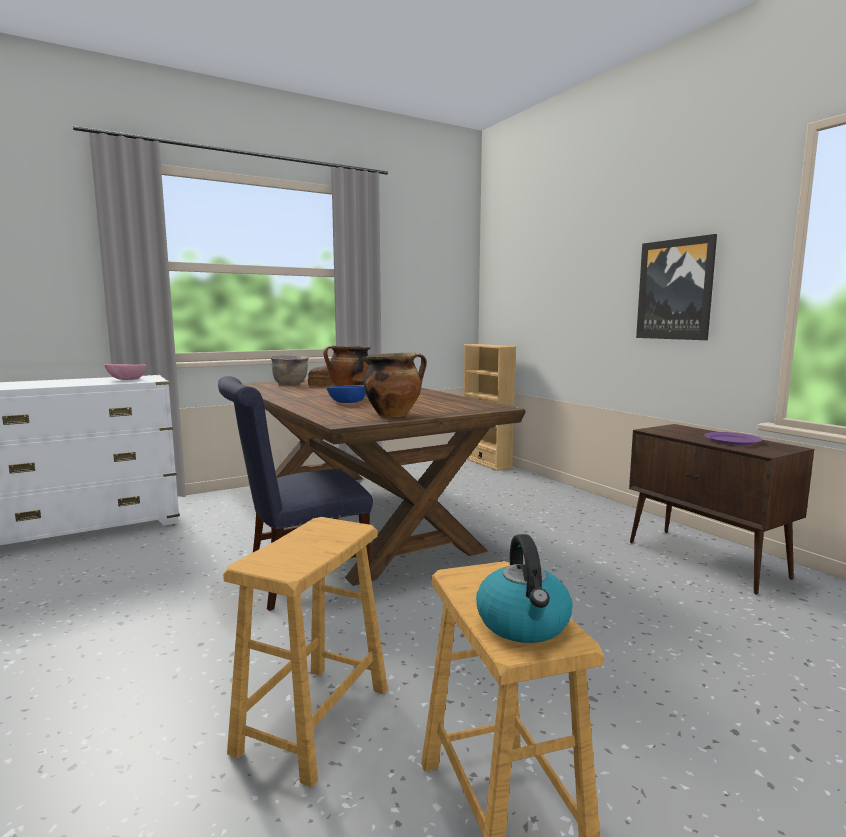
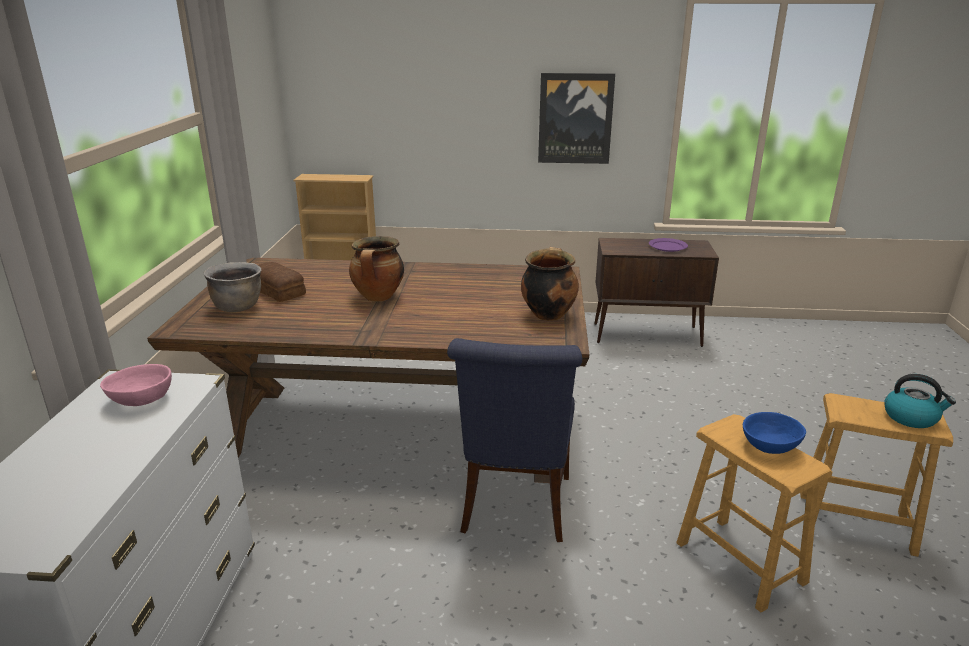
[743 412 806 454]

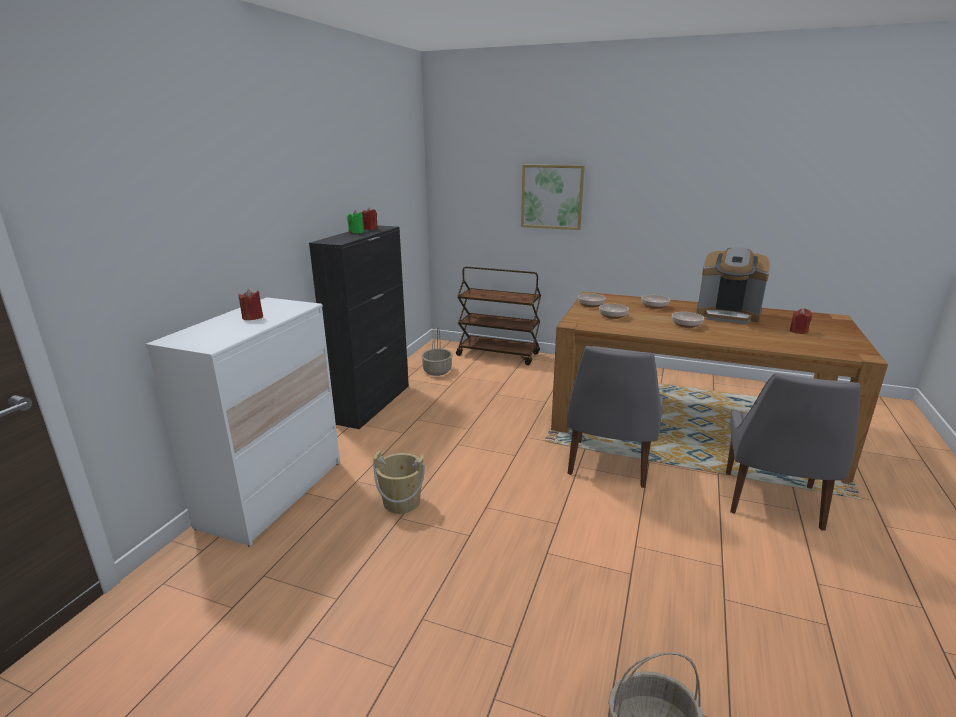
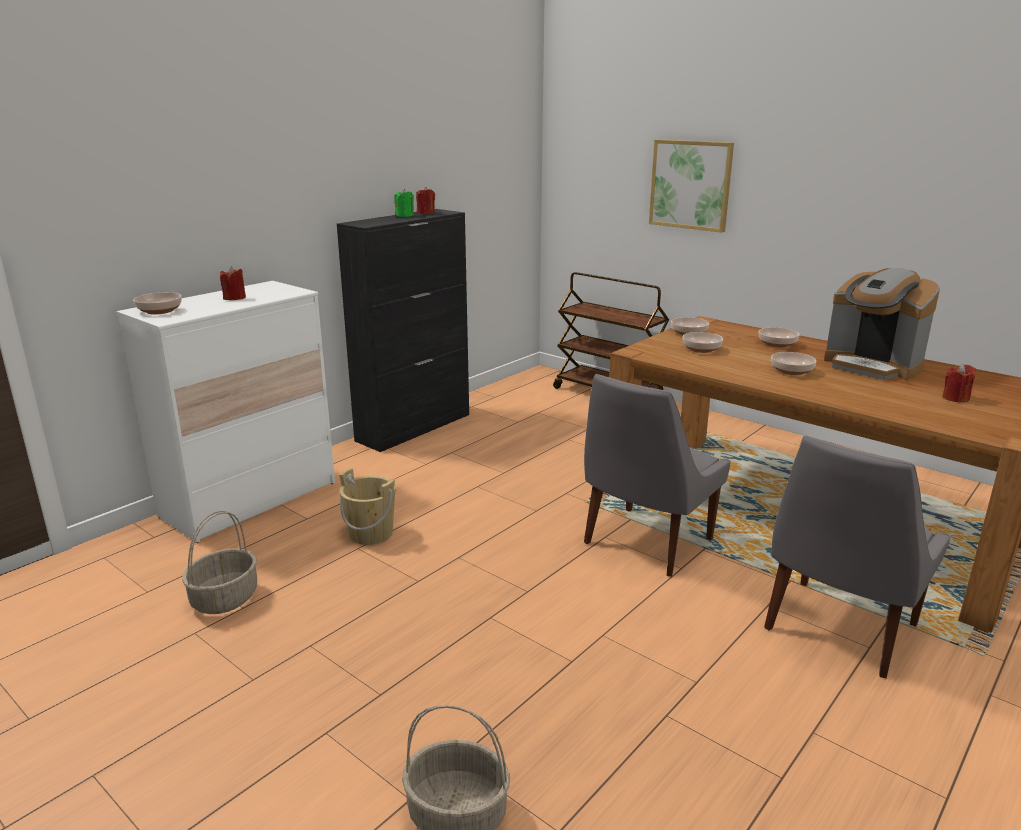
[182 511 257 614]
[133 292 182 314]

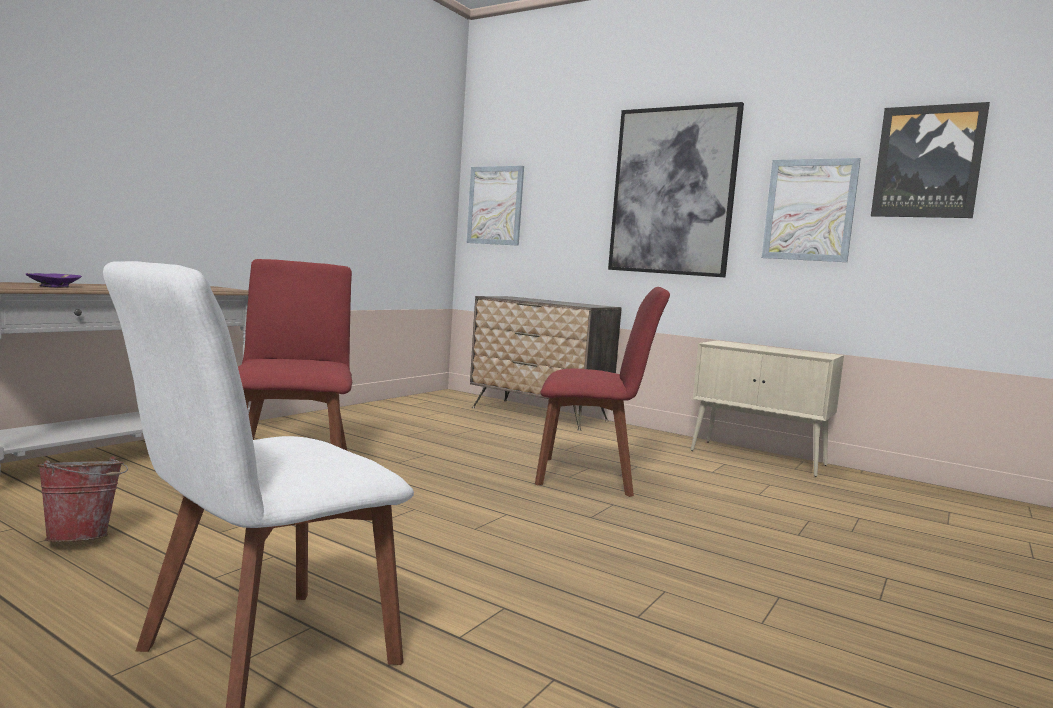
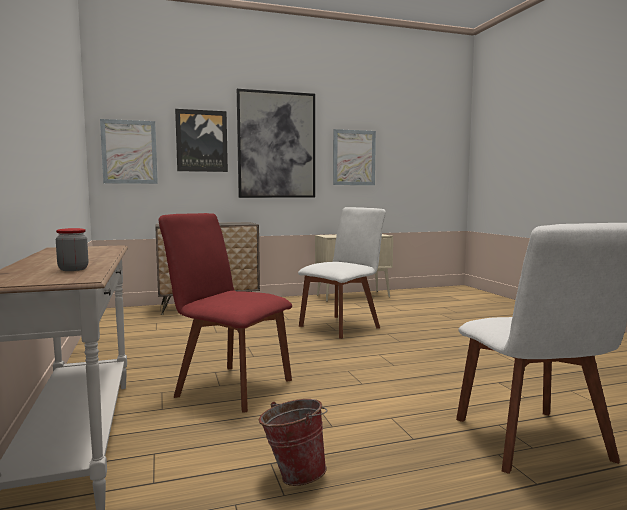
[56 228 88 271]
[298 207 386 339]
[175 109 228 172]

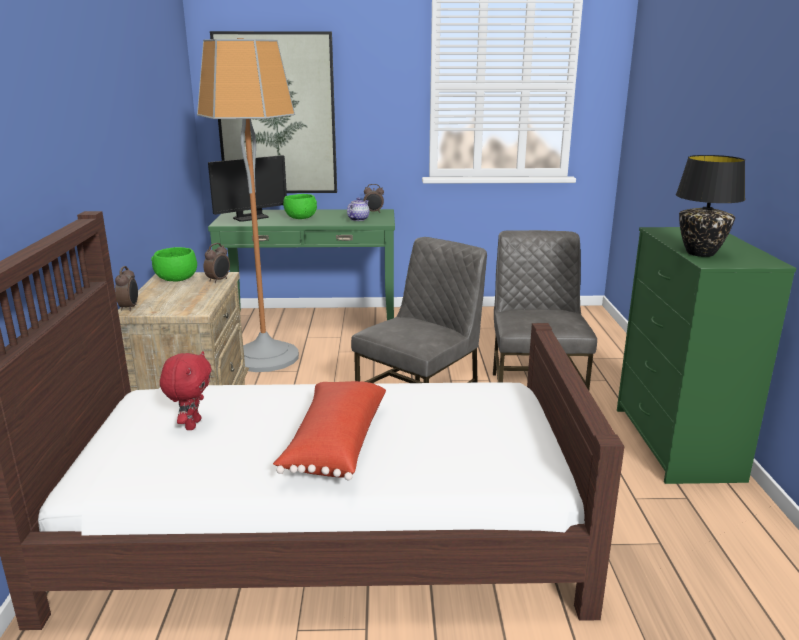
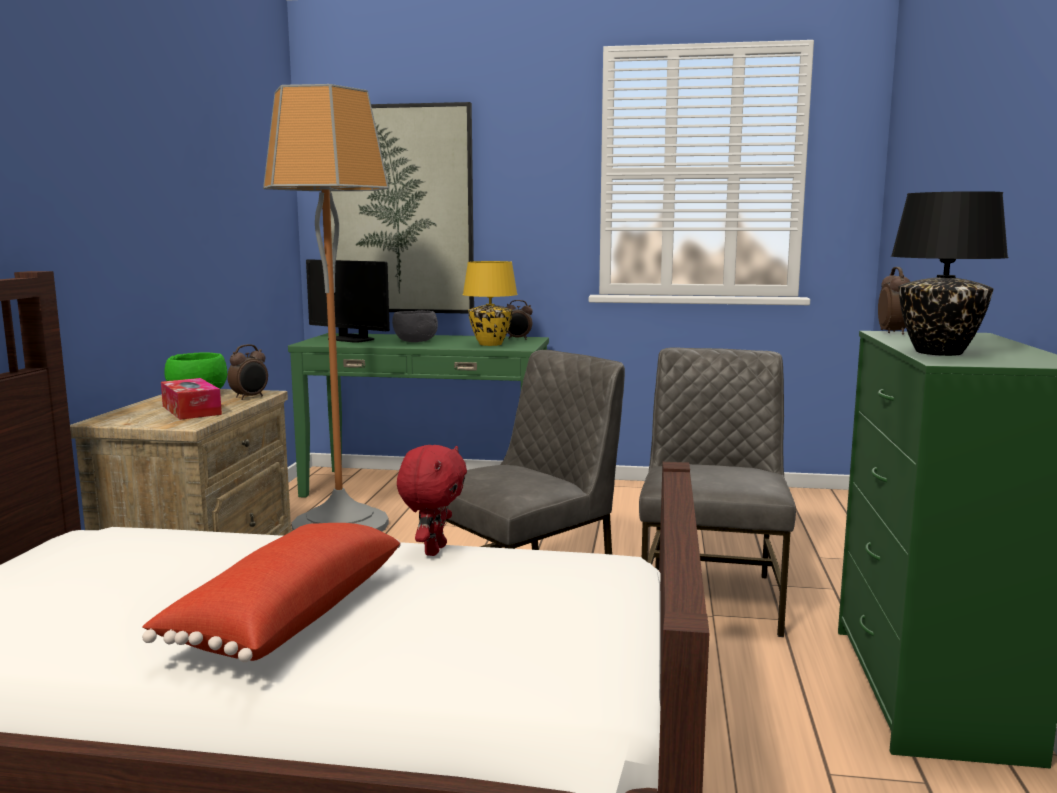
[878 267 910 335]
[397 445 467 556]
[306 259 390 343]
[392 310 438 342]
[463 261 518 346]
[161 378 222 420]

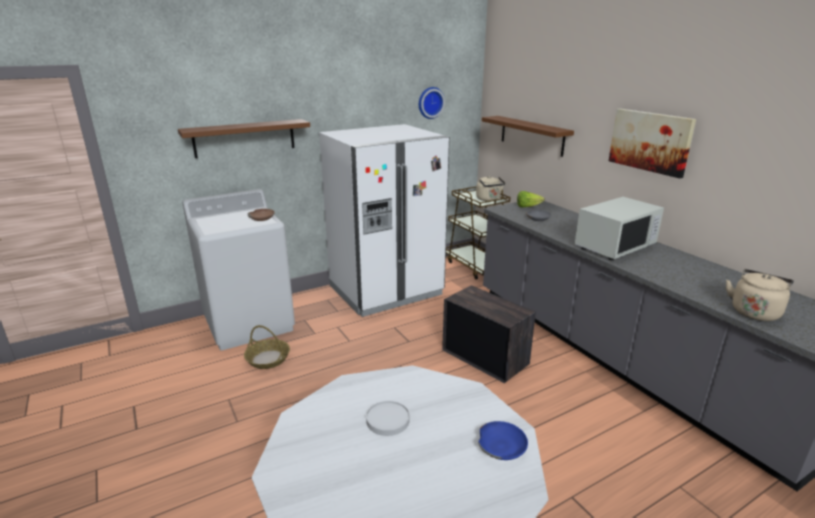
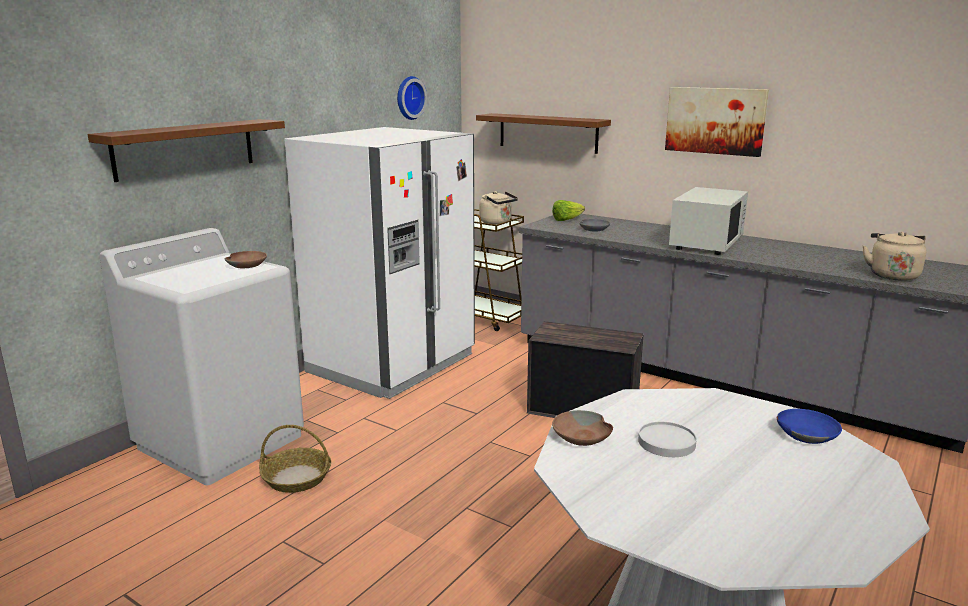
[552 410 613 446]

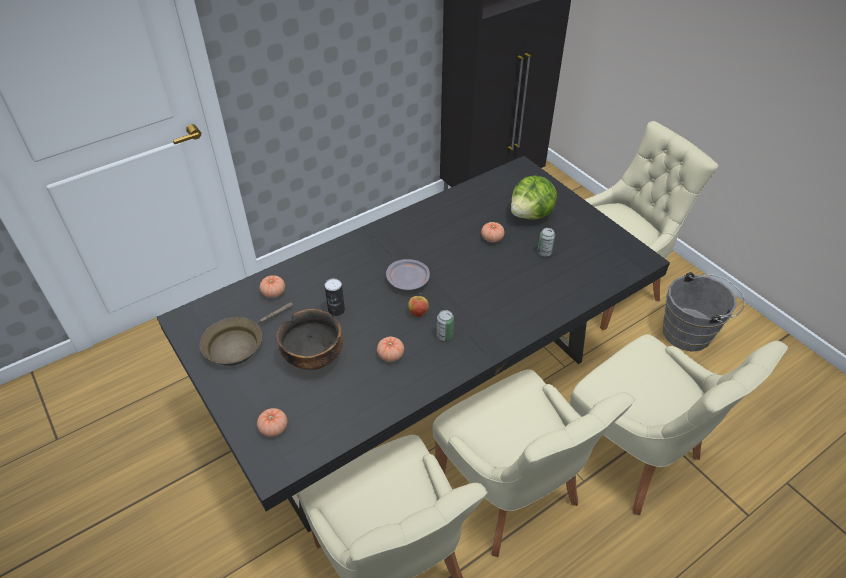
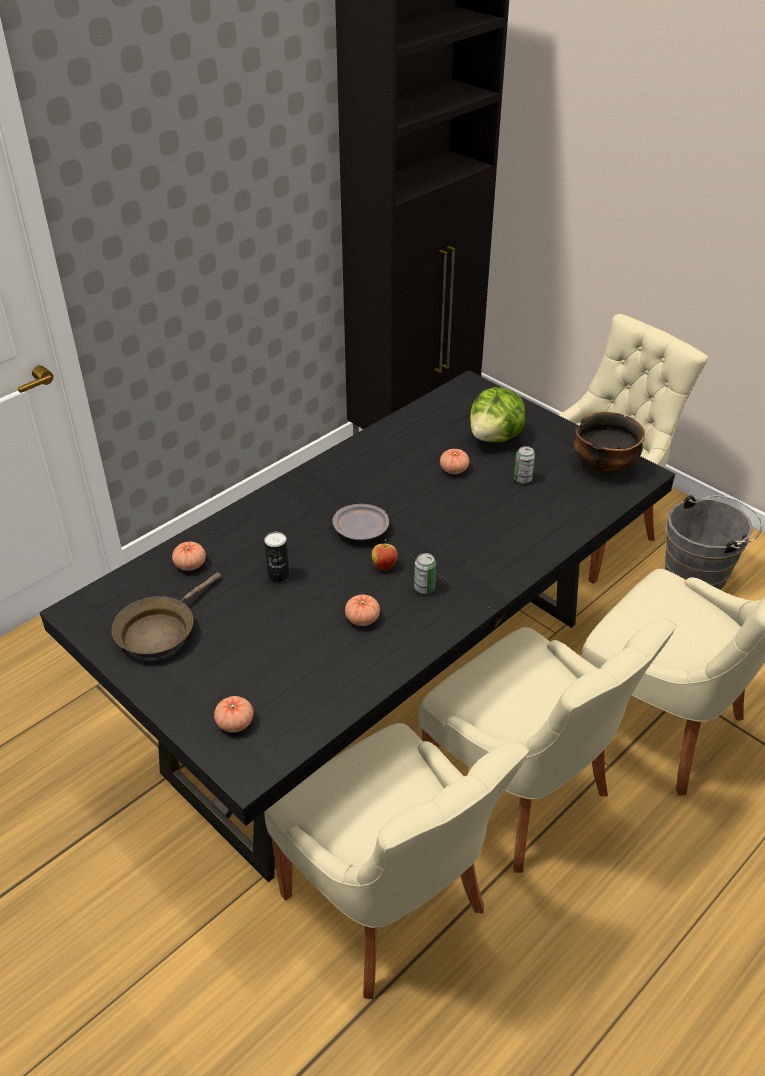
[573 412 645 474]

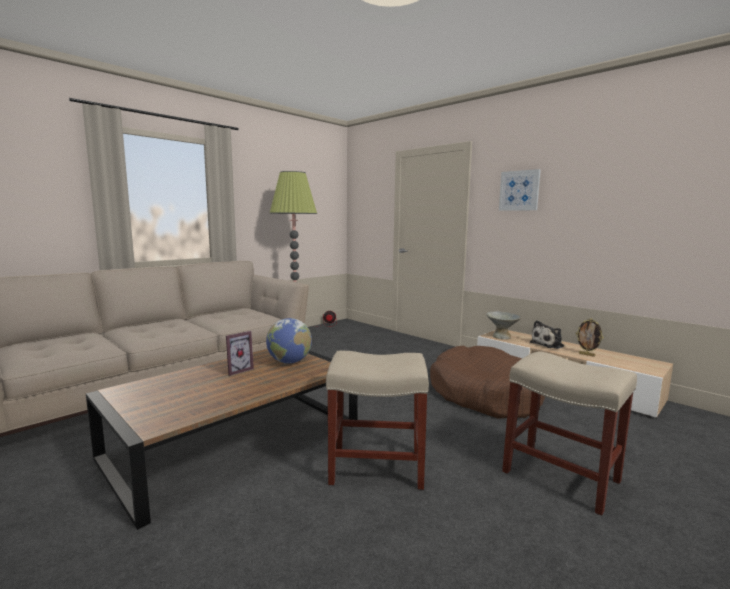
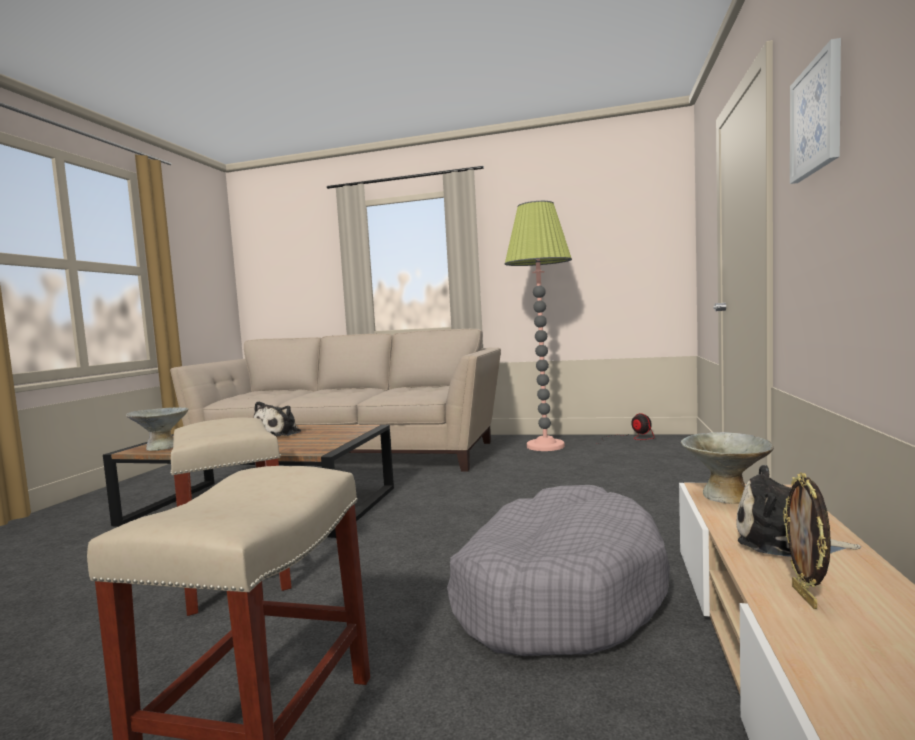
[254 401 301 436]
[266 318 312 364] (first image)
[447 485 670 656]
[126 407 189 451]

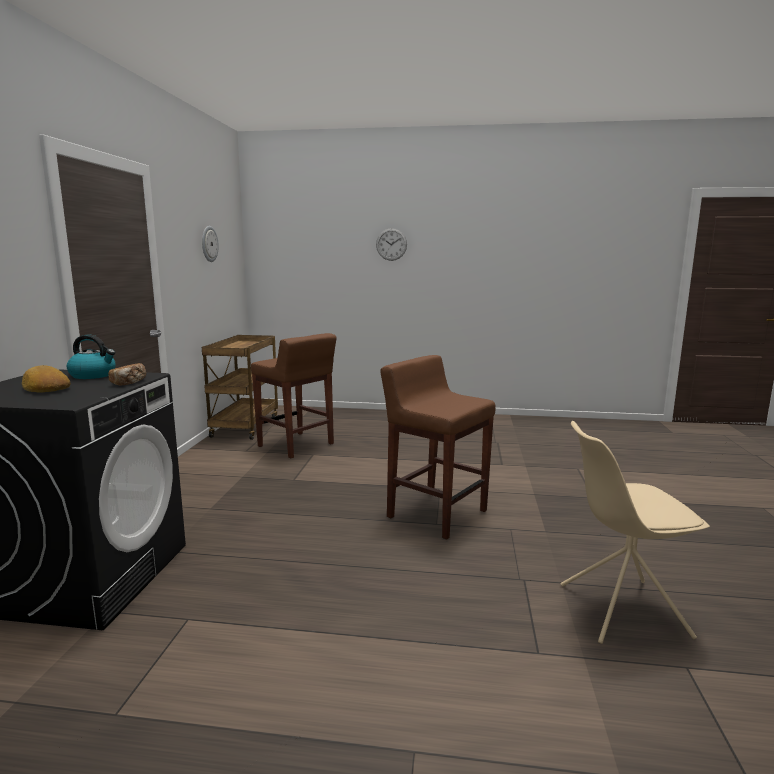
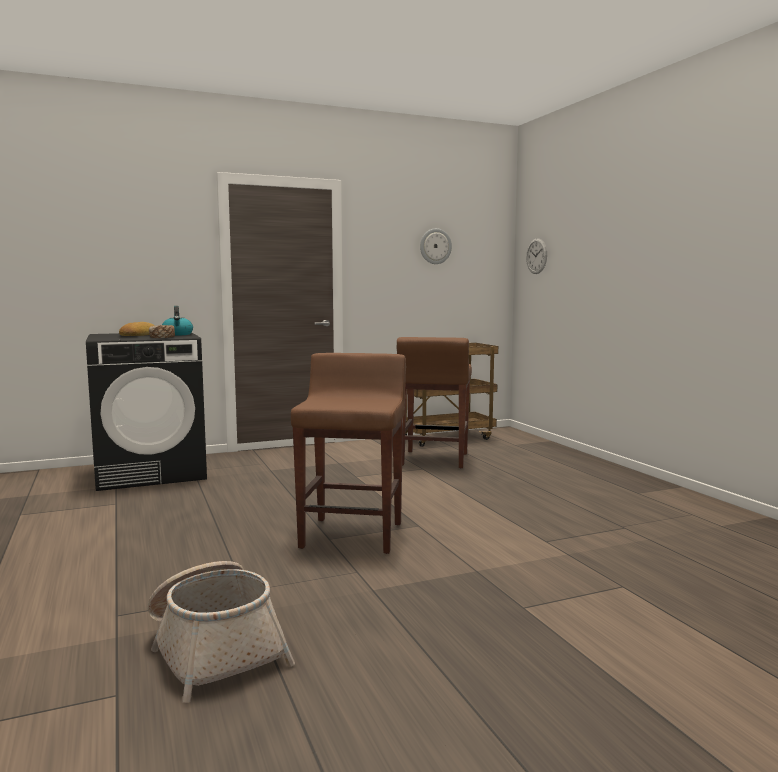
[526 238 547 274]
[148 561 295 703]

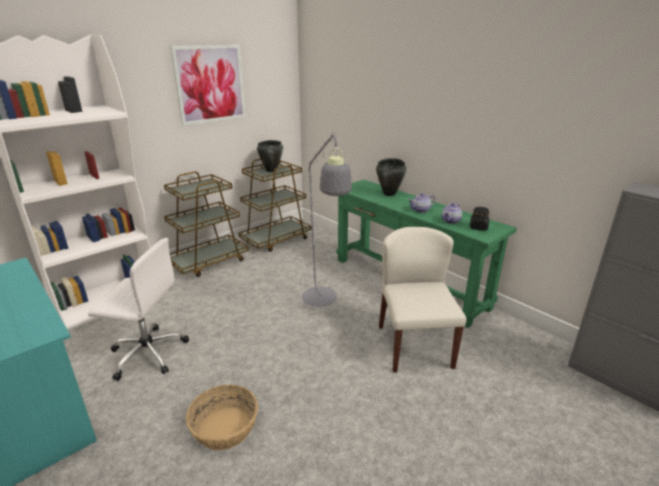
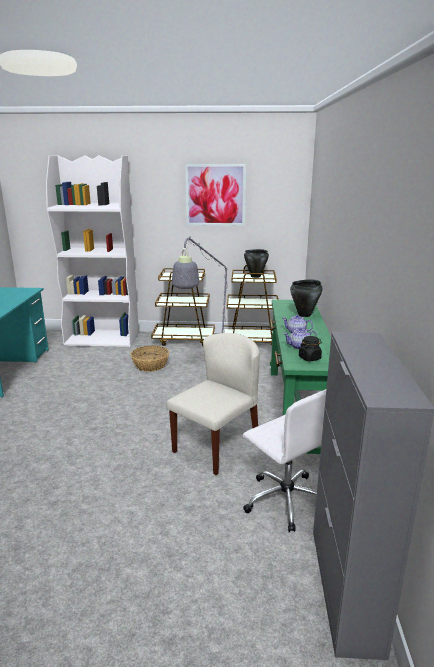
[243 389 326 532]
[131 346 169 372]

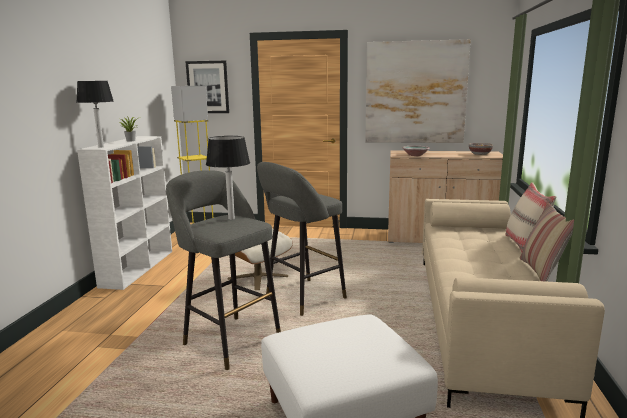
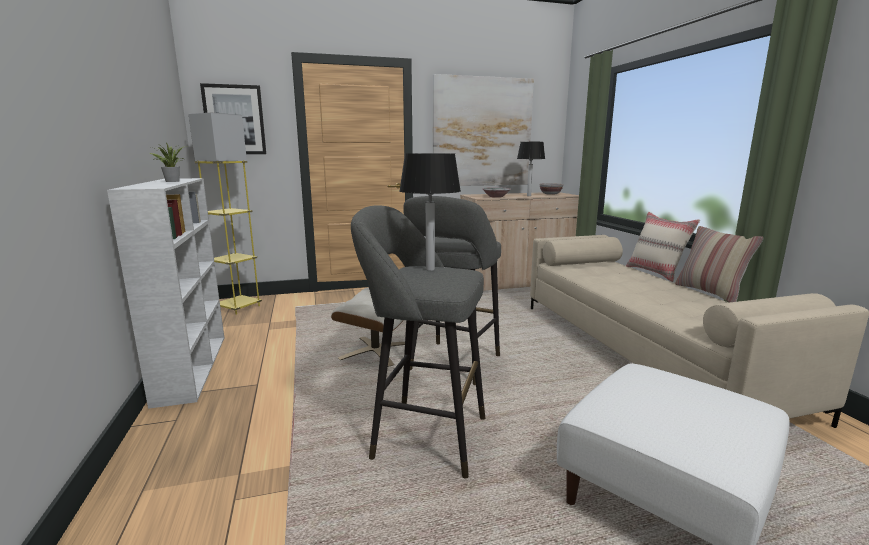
[517 142 545 196]

